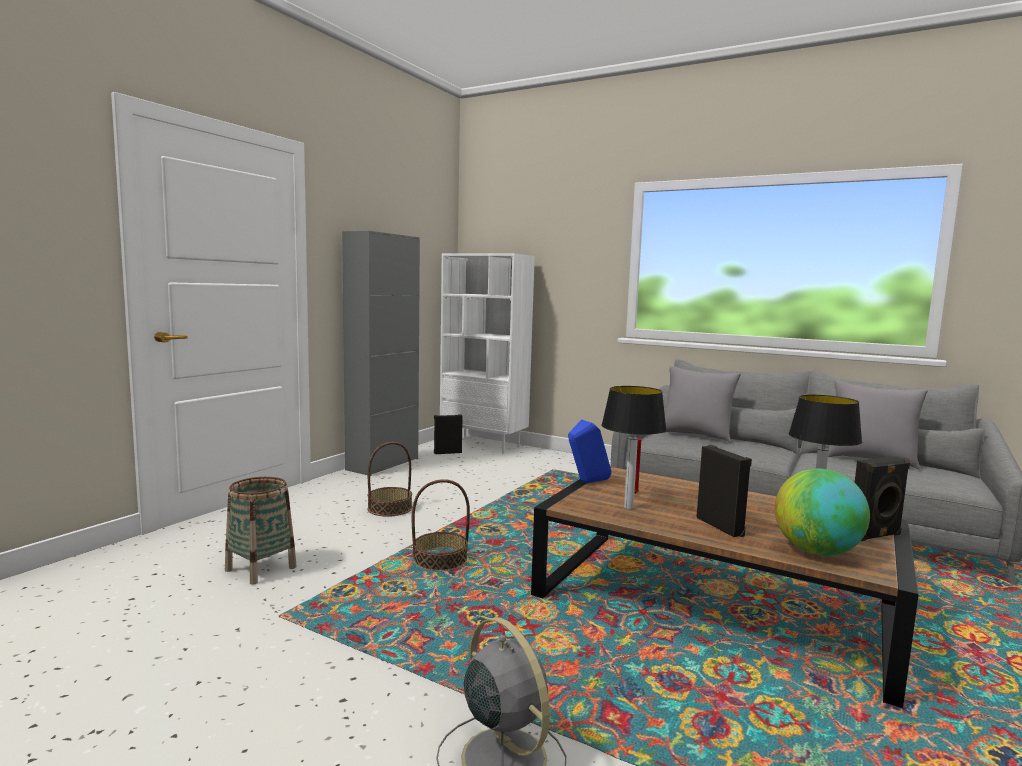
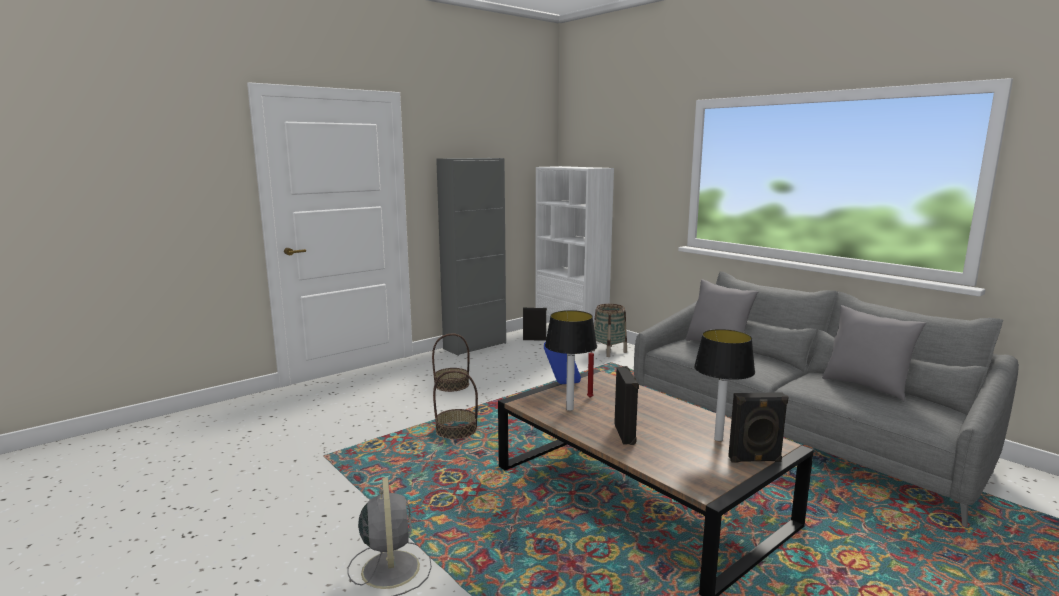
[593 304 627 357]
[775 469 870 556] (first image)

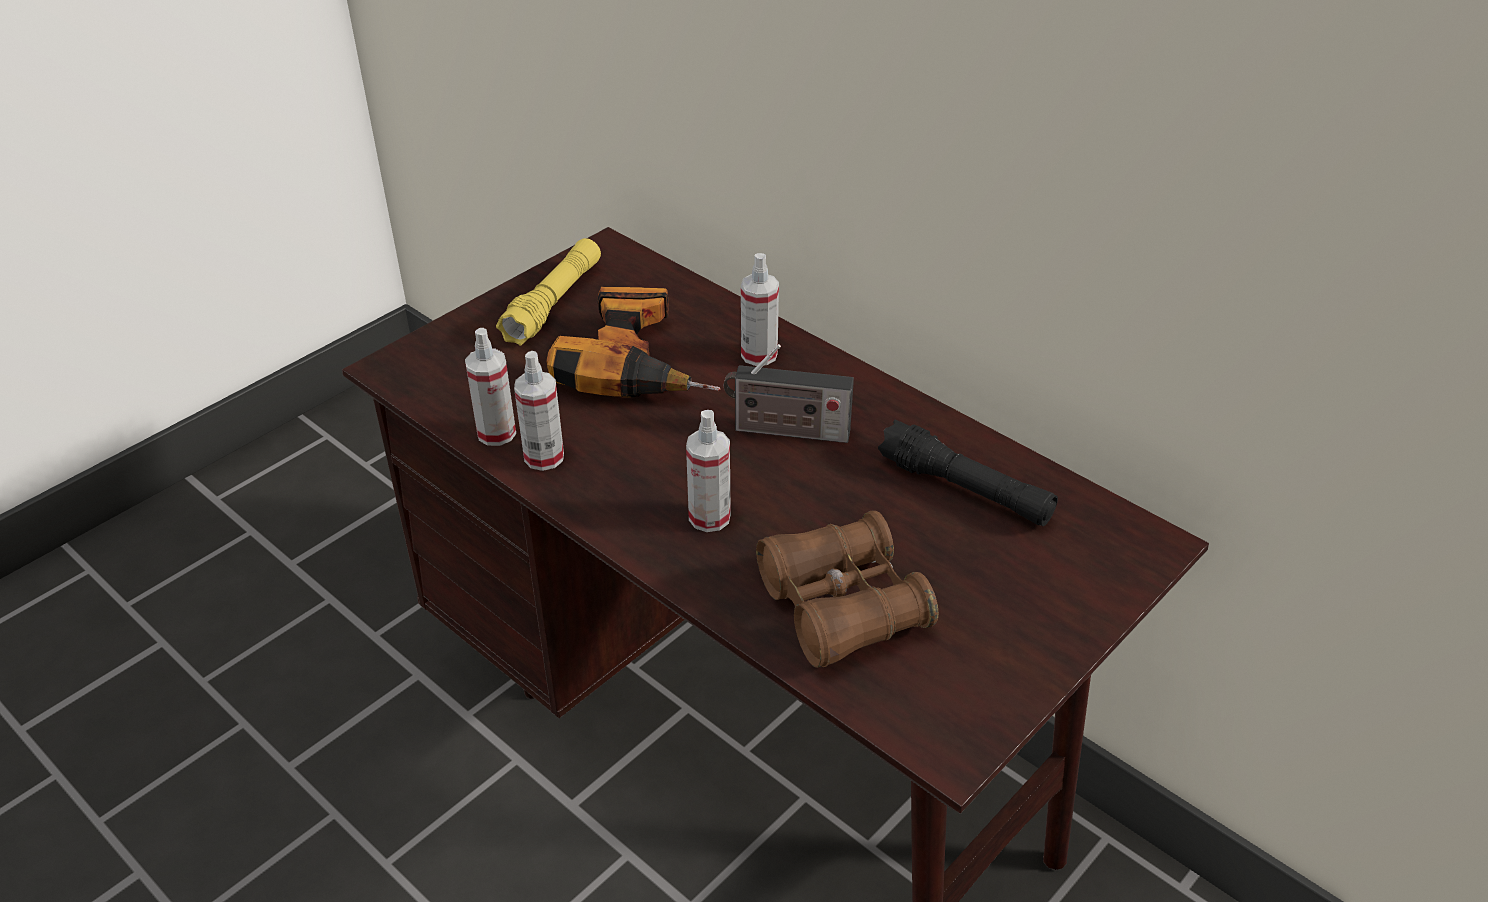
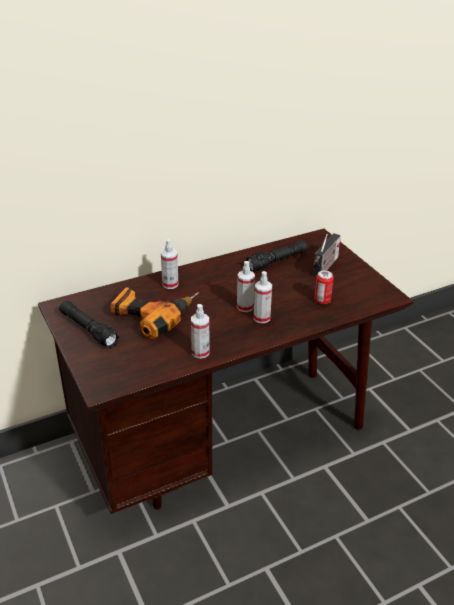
[237 261 255 312]
[59 301 120 348]
[313 233 341 277]
[314 270 334 304]

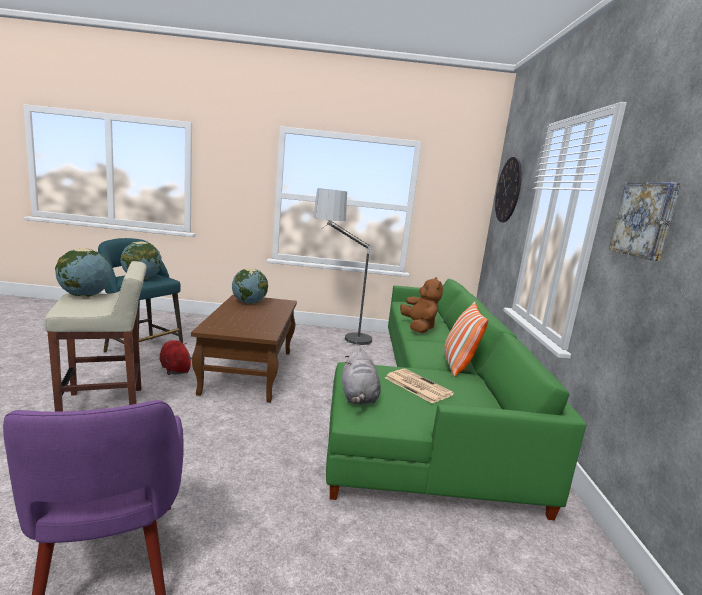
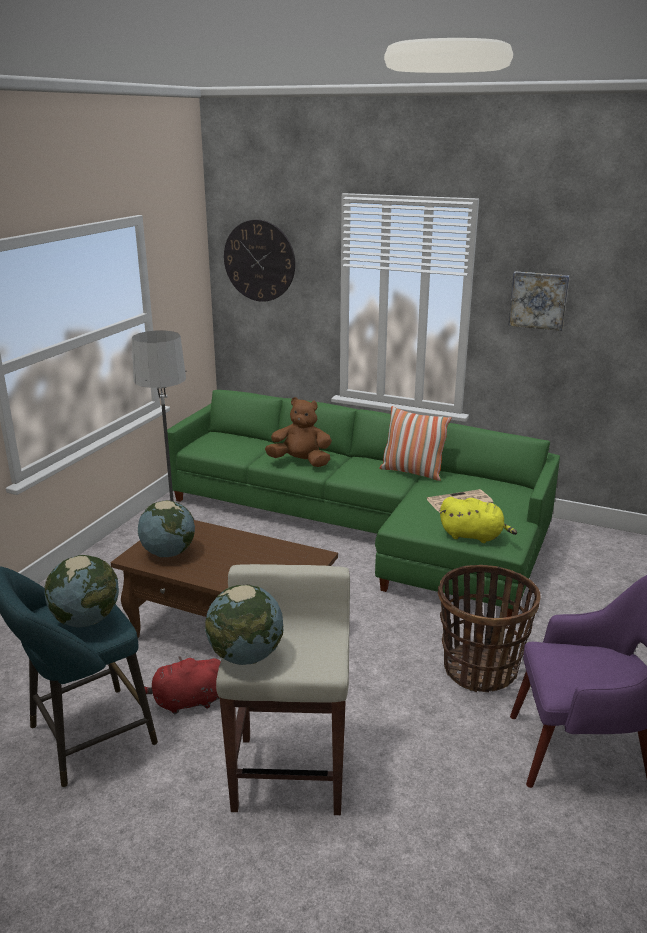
[440 497 517 543]
[438 565 541 693]

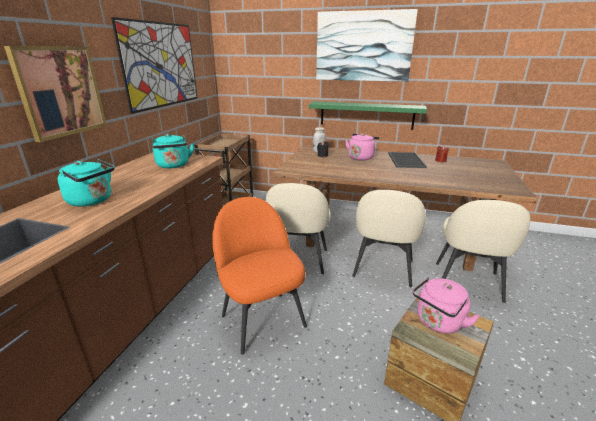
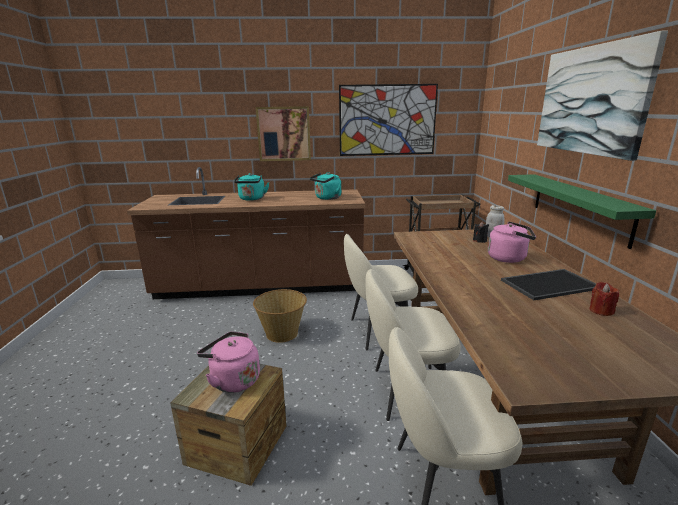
[253 289 307 343]

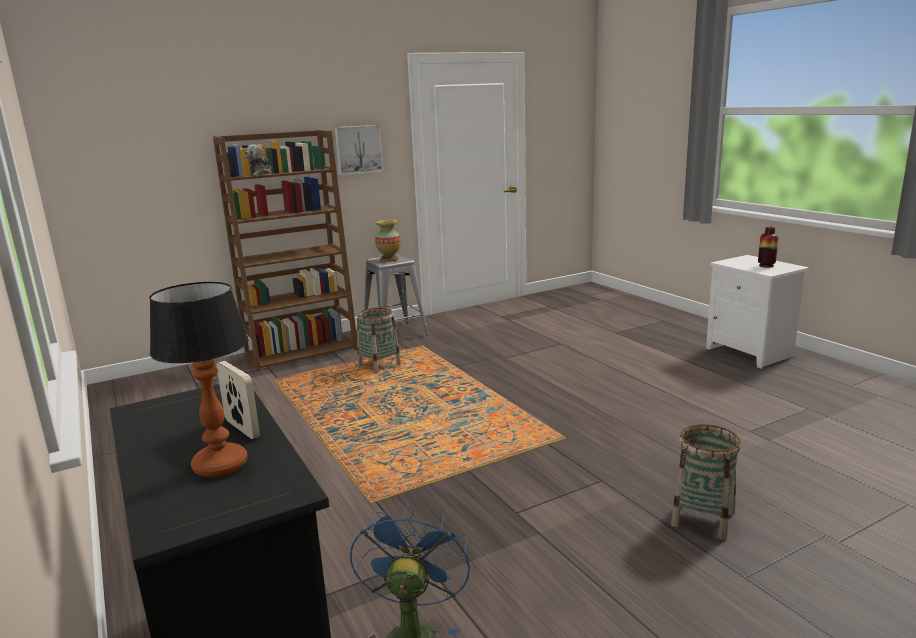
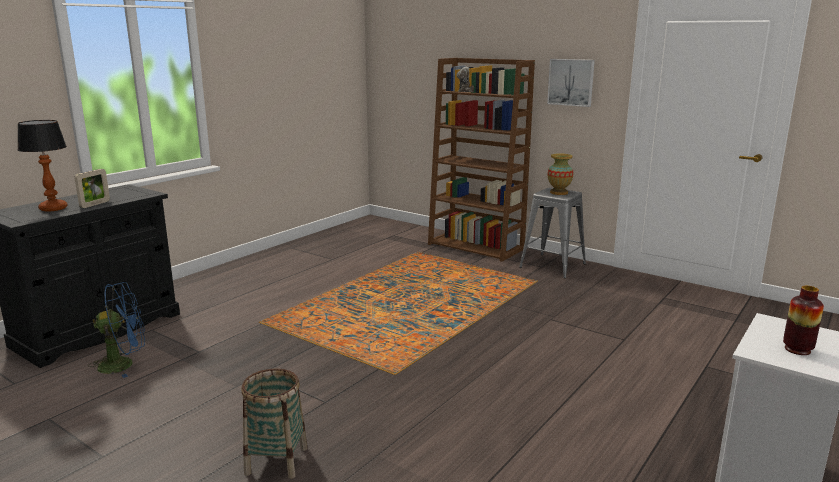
[357 308 401 374] (first image)

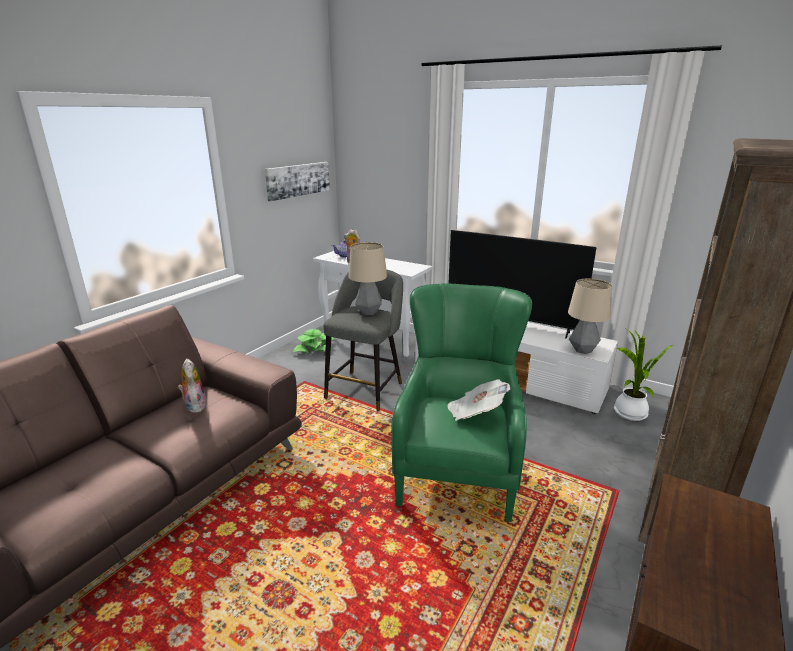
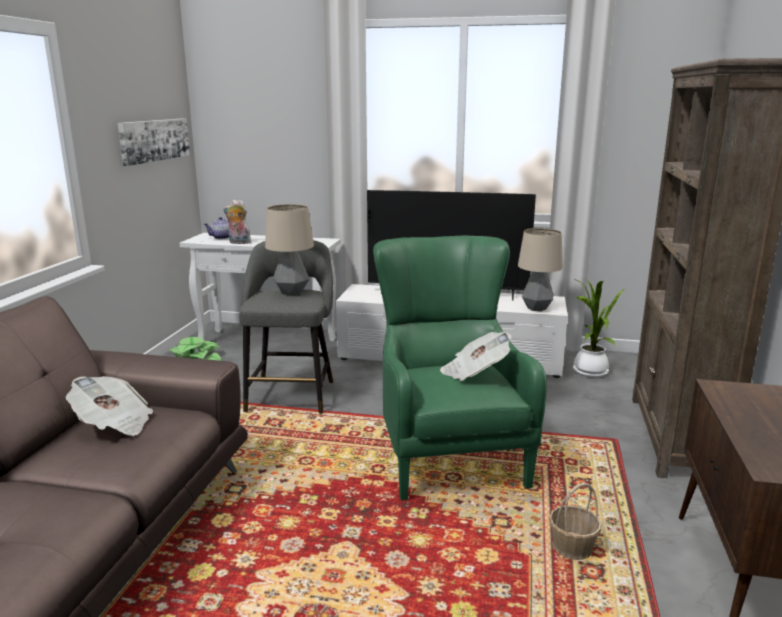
[66 376 154 436]
[549 483 602 560]

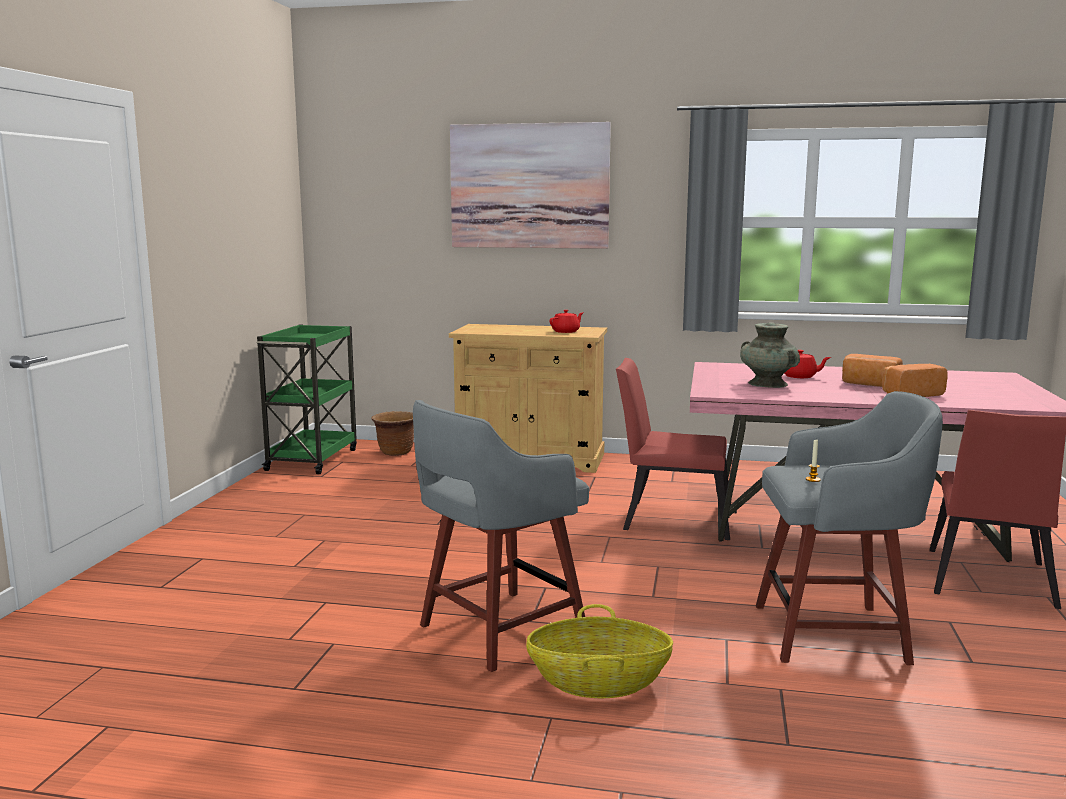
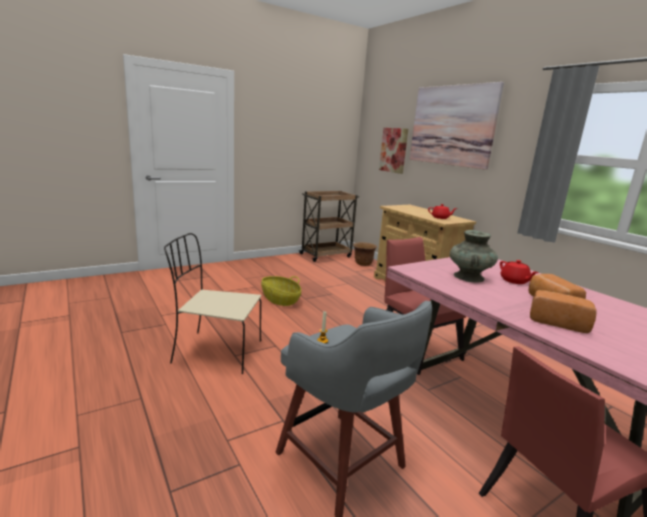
[299 191 359 262]
[164 233 261 374]
[261 276 301 306]
[379 128 408 174]

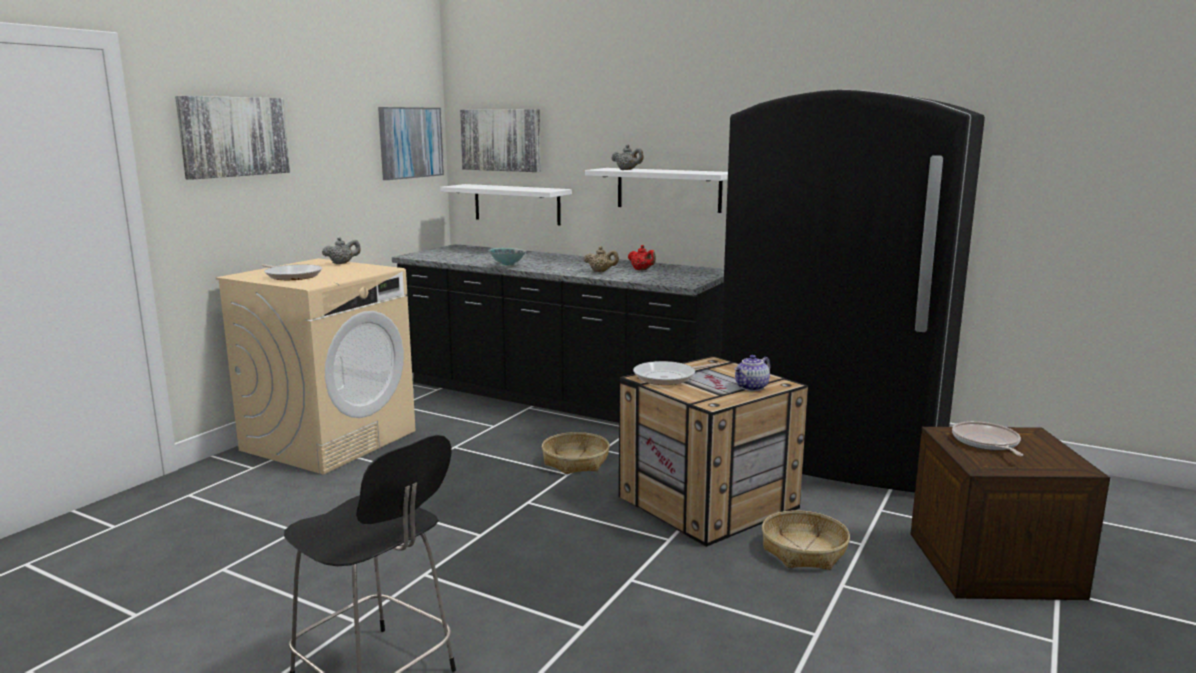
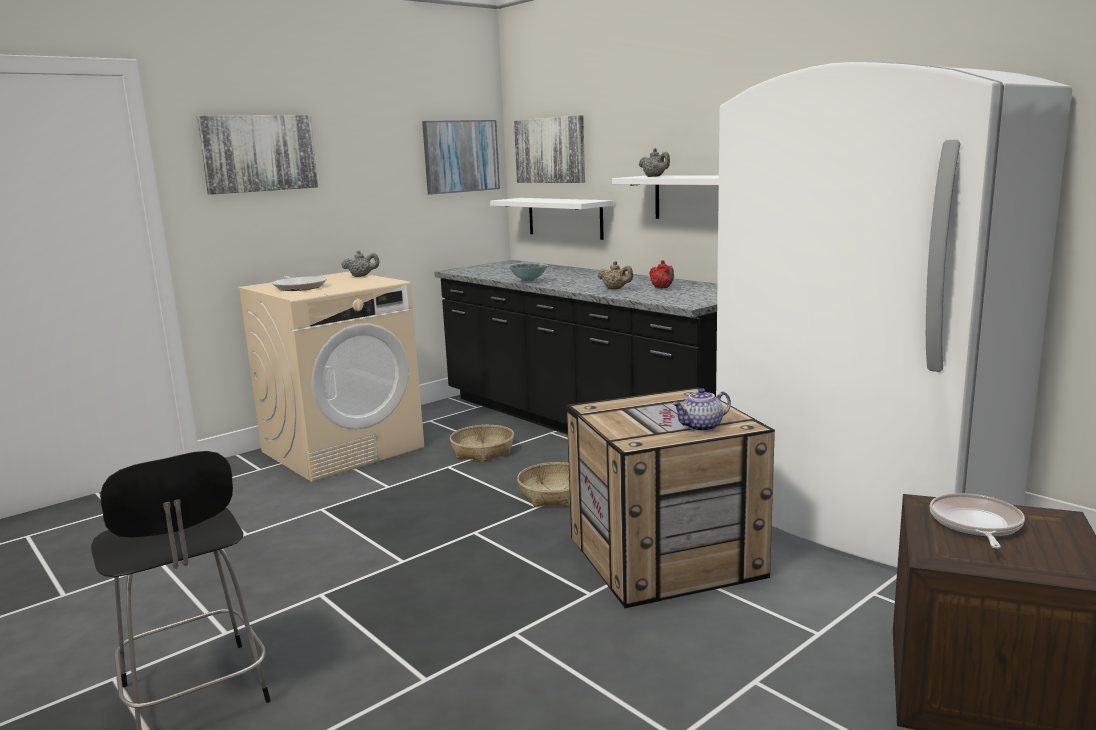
[633 361 720 385] (first image)
[716 62 1072 567]
[450 425 514 462]

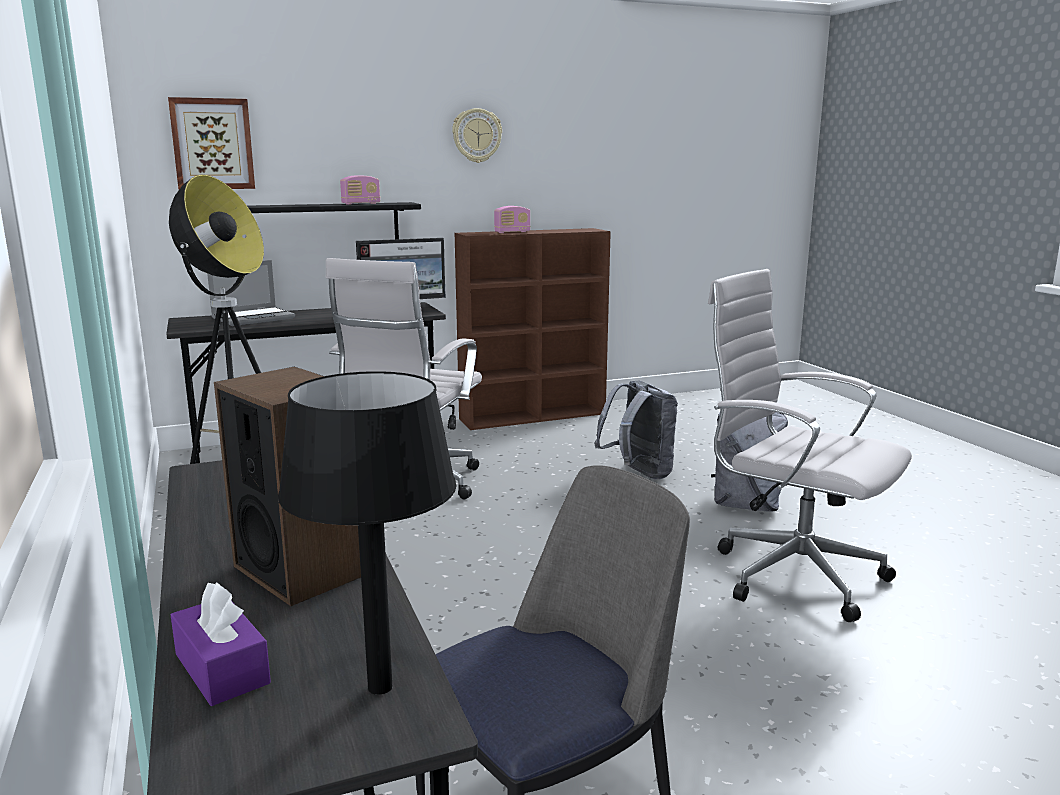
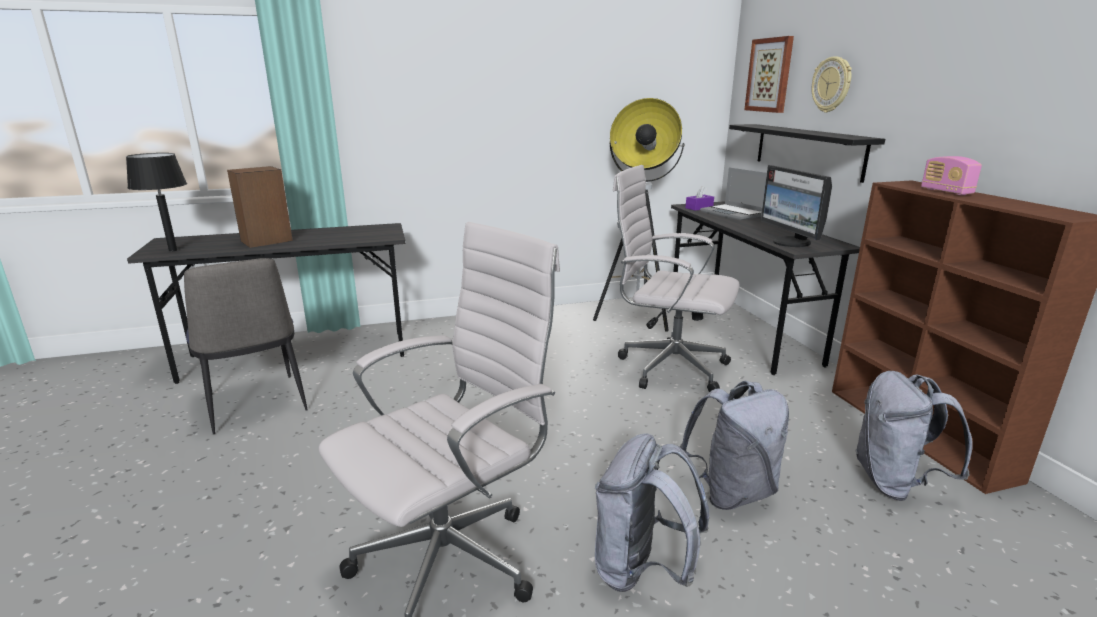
[686 186 714 211]
[340 175 380 204] (first image)
[812 56 852 113]
[855 371 973 501]

